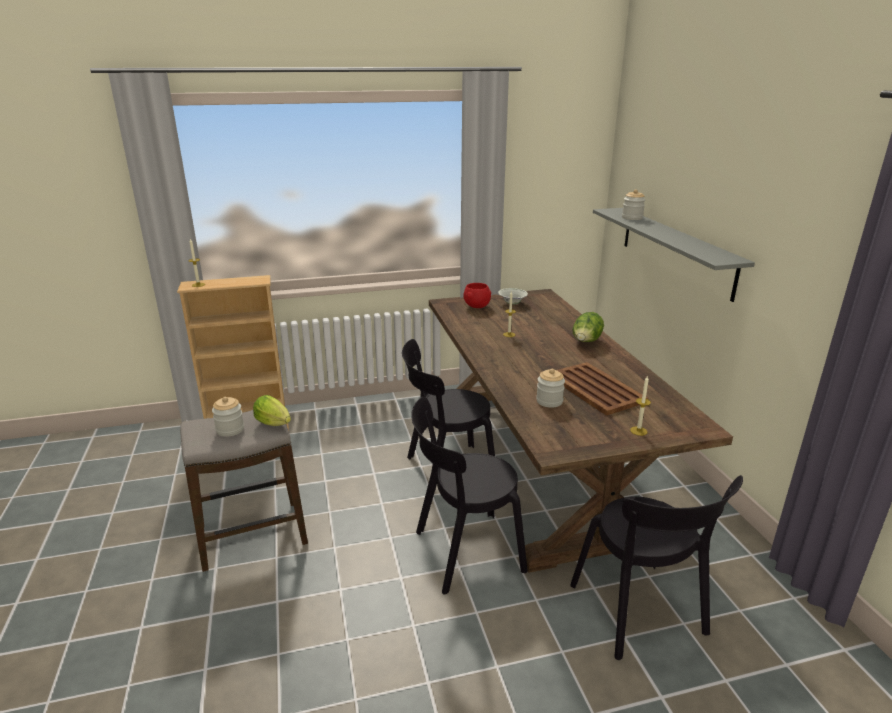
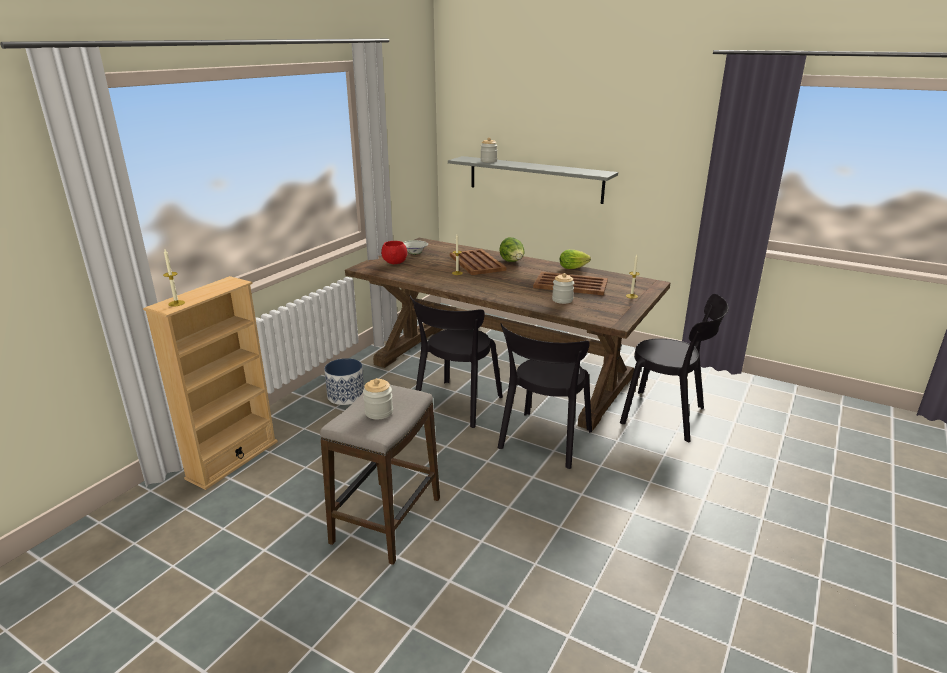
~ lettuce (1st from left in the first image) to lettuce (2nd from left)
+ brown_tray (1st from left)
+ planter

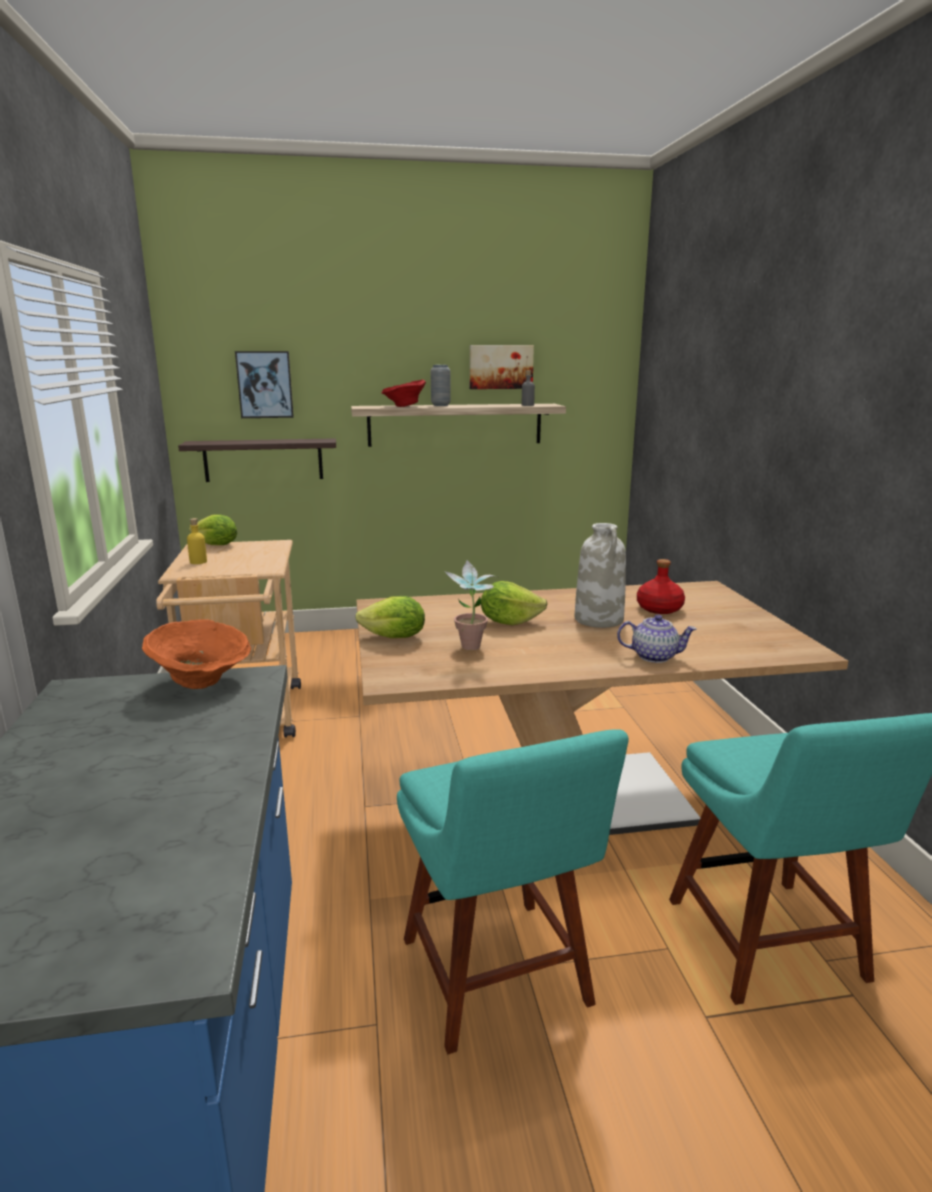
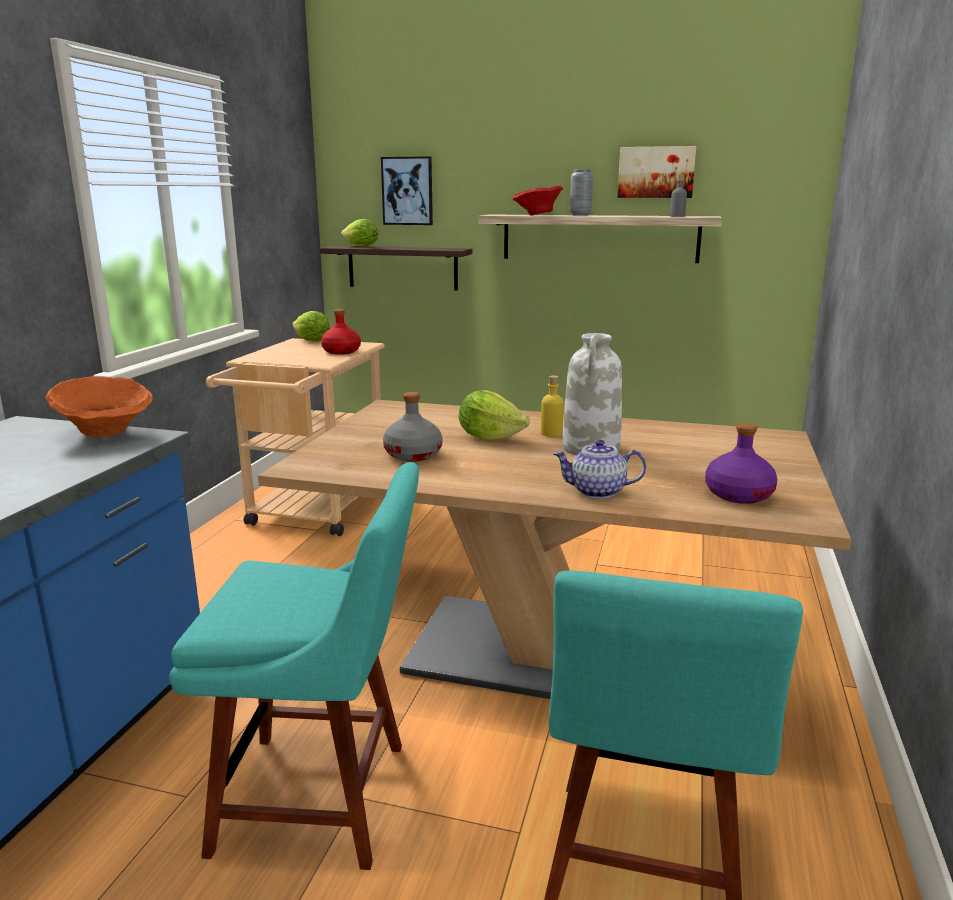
~ yellow_bottle
~ red_bottle
~ potted_plant to grey_bottle (1st from left)
~ lettuce (2nd from left)
~ teapot 150 degrees clockwise
~ turquoise_chair (1st from left) 90 degrees counterclockwise
+ purple_bottle

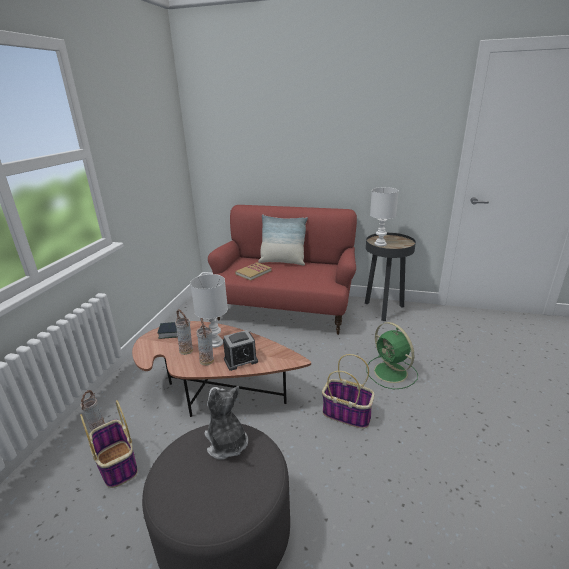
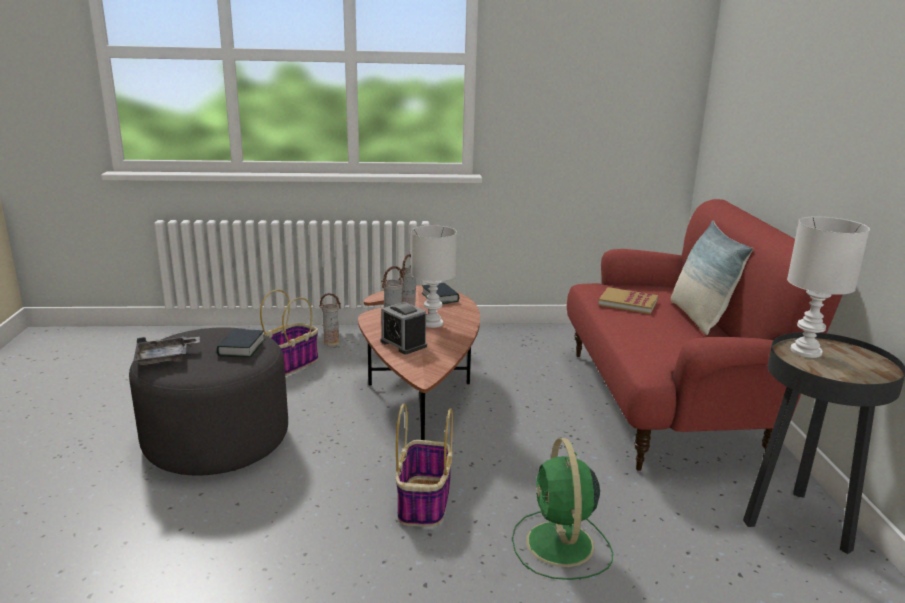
~ green_fan 45 degrees counterclockwise
~ plush_toy to book (1st from left)
+ grey_tray

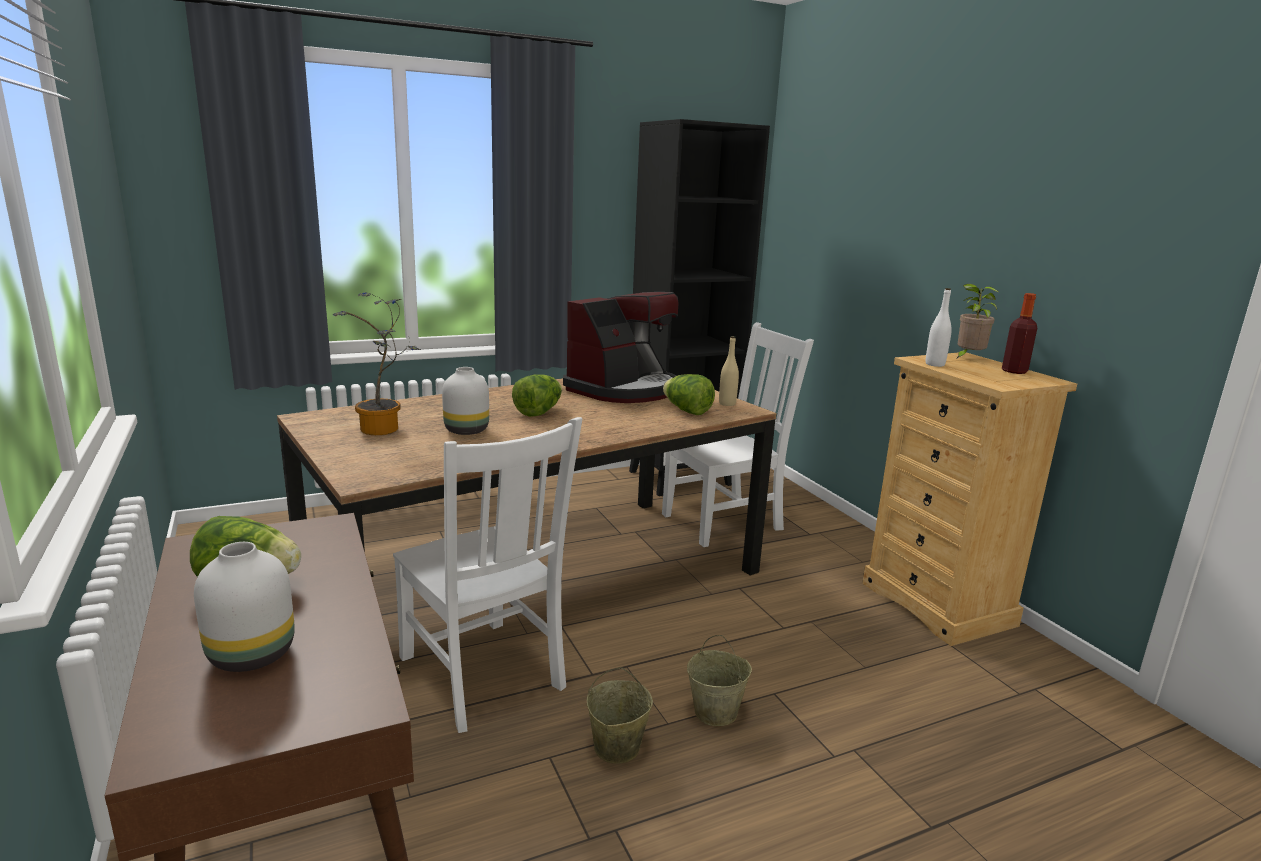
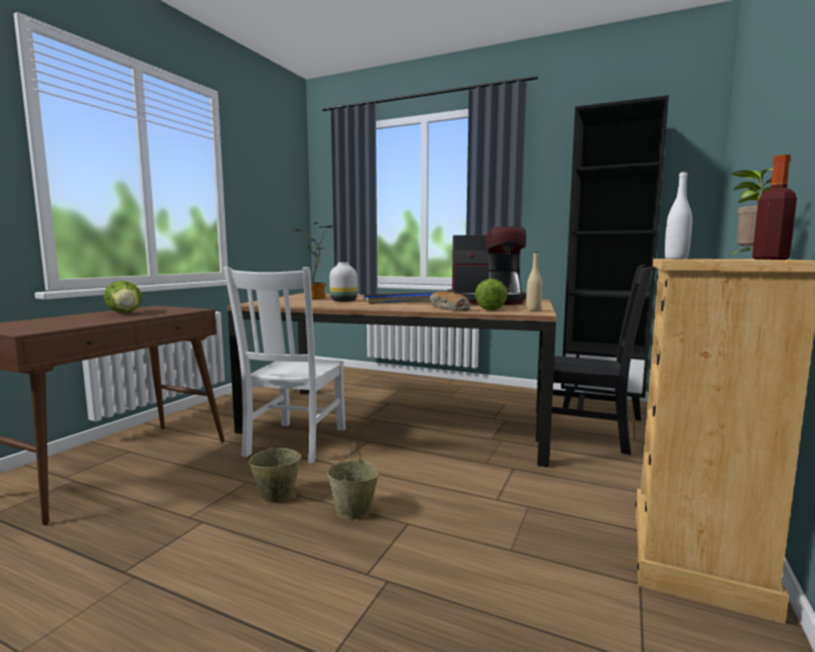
~ white_chair (2nd from left) to black_chair
~ lettuce (2nd from left) to blue_tray
- white_vase (1st from left)
+ bread

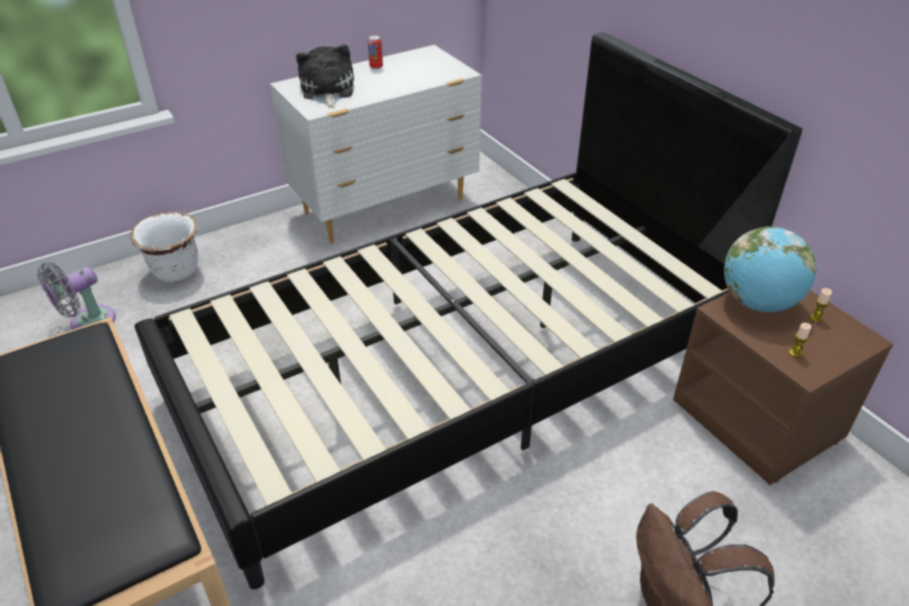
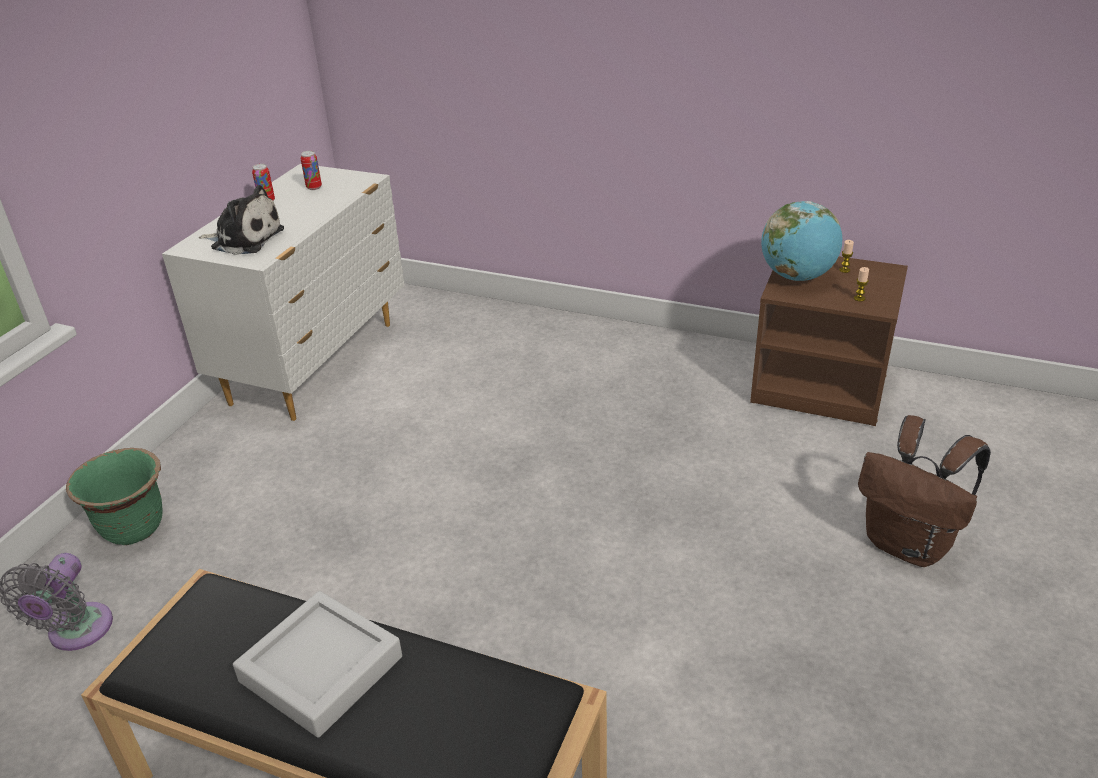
- black_bed
~ plush_toy 150 degrees clockwise
~ white_planter to green_planter
+ can (2nd from left)
+ grey_tray

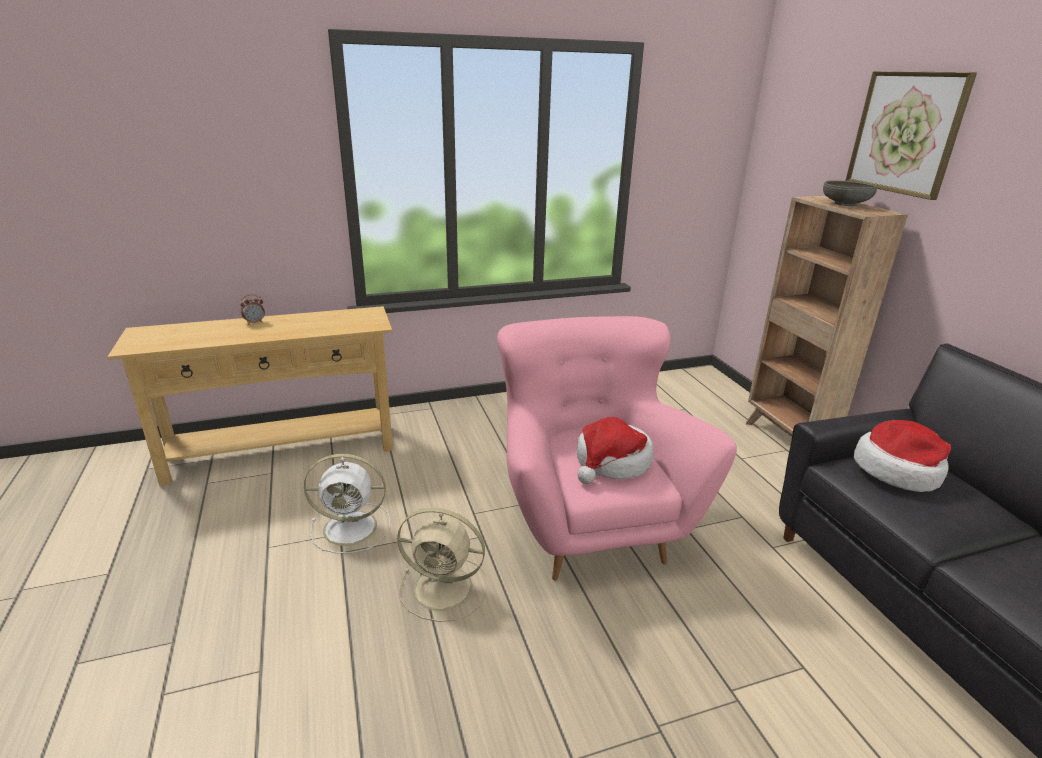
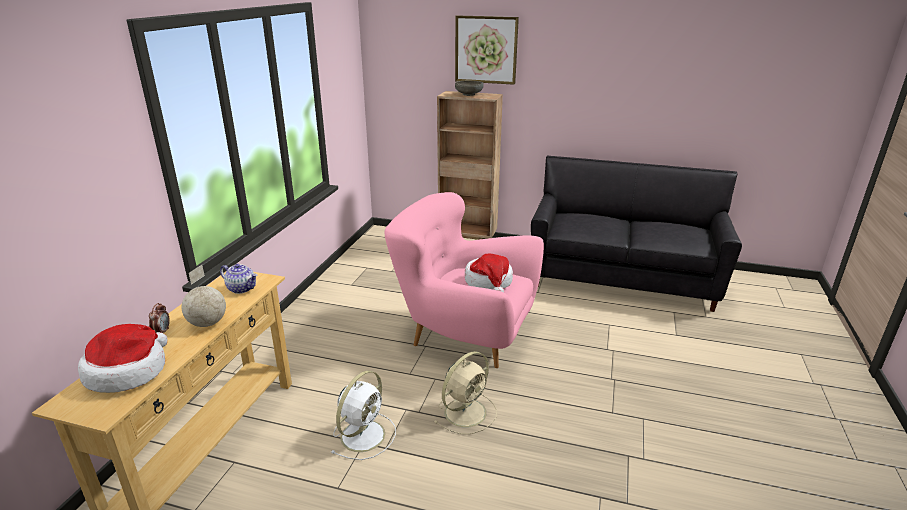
~ hat (2nd from left in the first image) to hat (1st from left)
+ teapot
+ globe

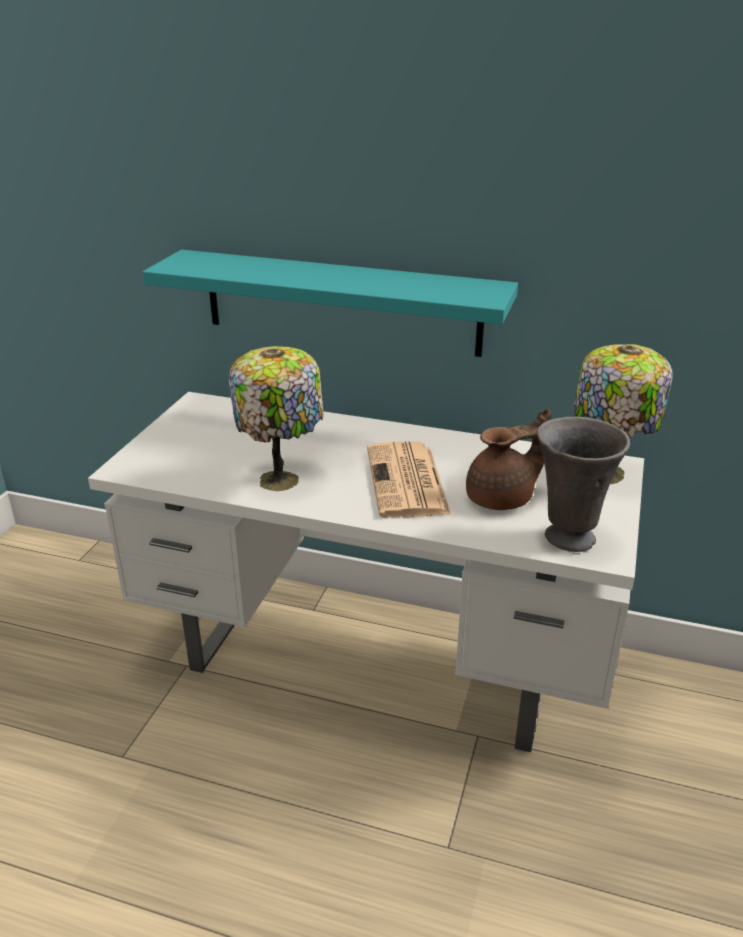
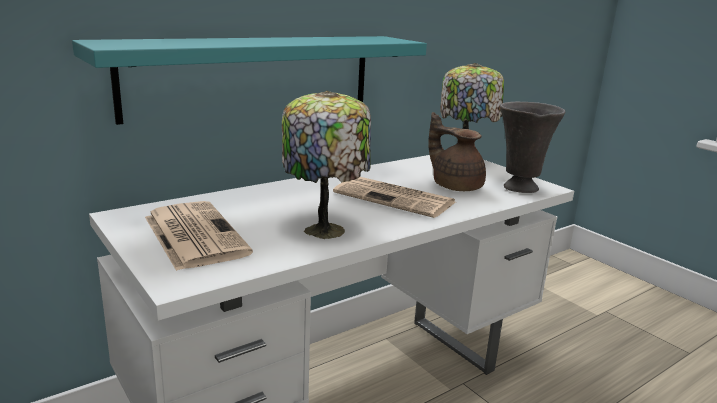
~ brown_teapot 60 degrees counterclockwise
+ newspaper (1st from left)

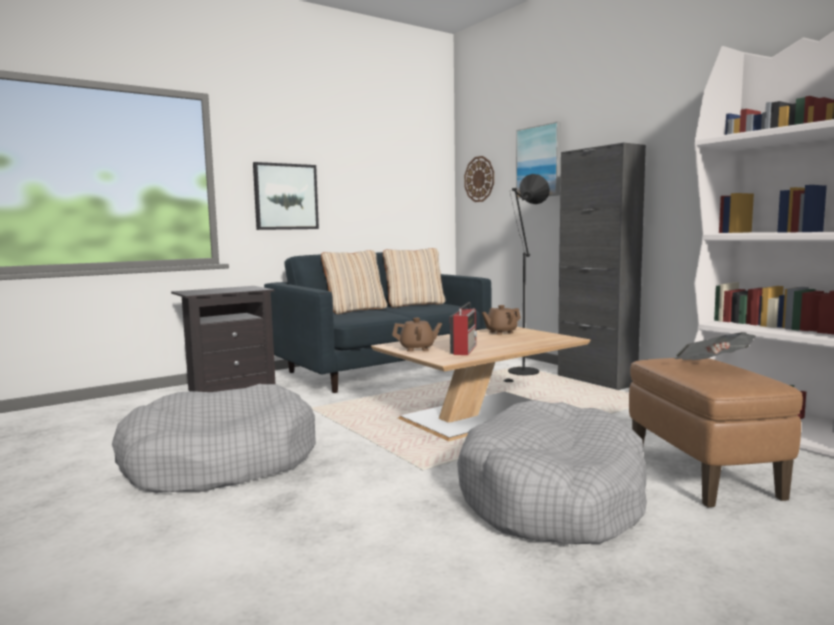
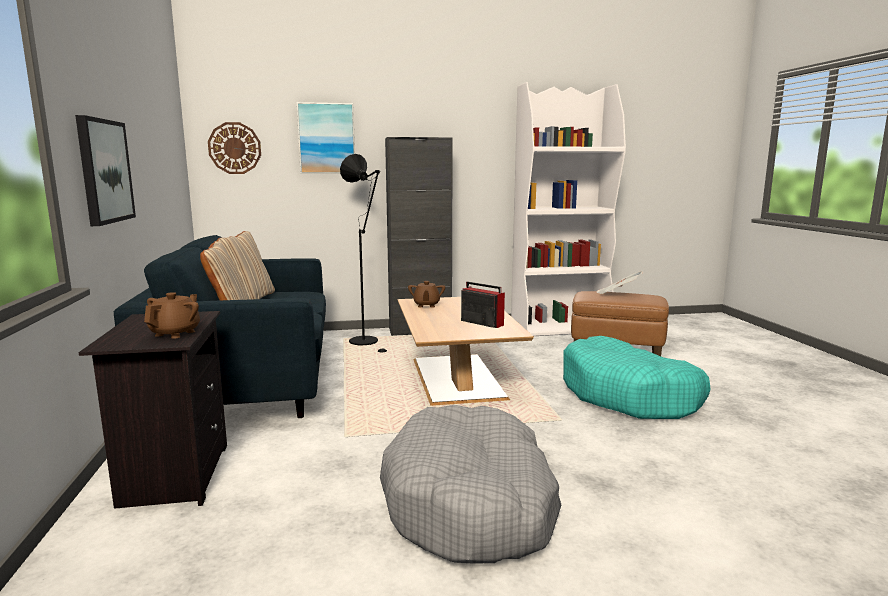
~ brown_teapot (1st from left)
~ grey_dog_bed (2nd from left) to turquoise_dog_bed

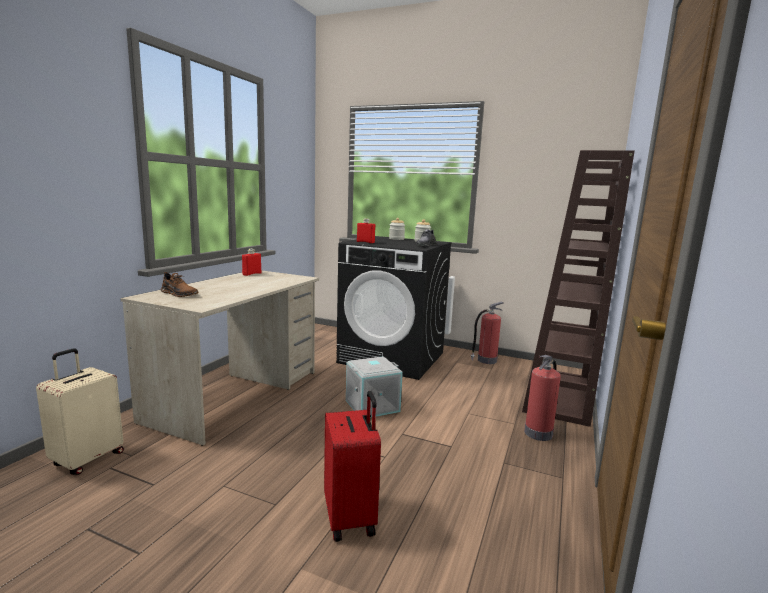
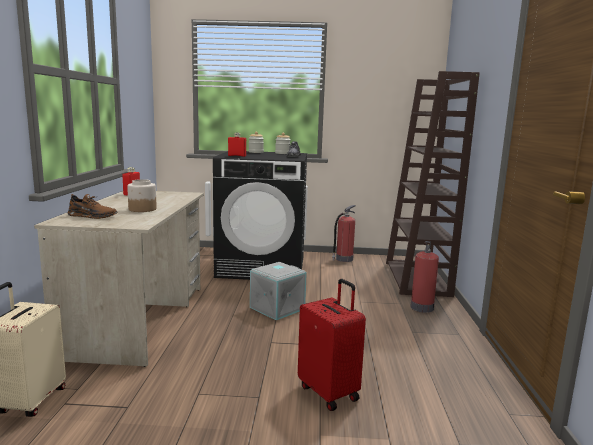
+ jar (1st from left)

